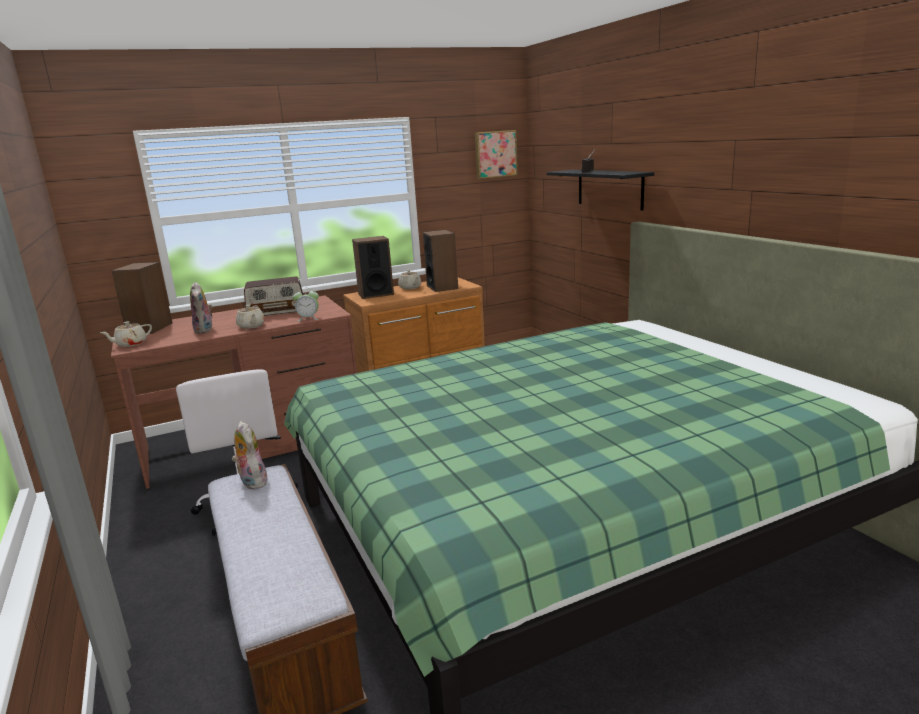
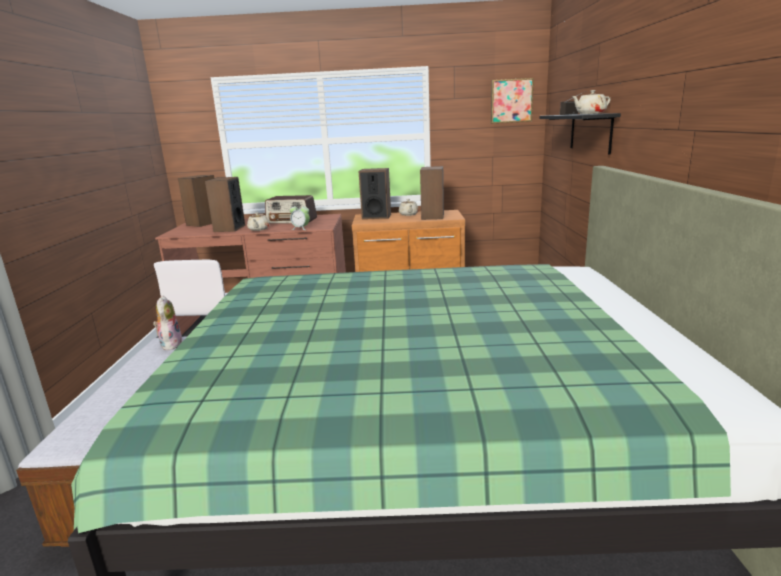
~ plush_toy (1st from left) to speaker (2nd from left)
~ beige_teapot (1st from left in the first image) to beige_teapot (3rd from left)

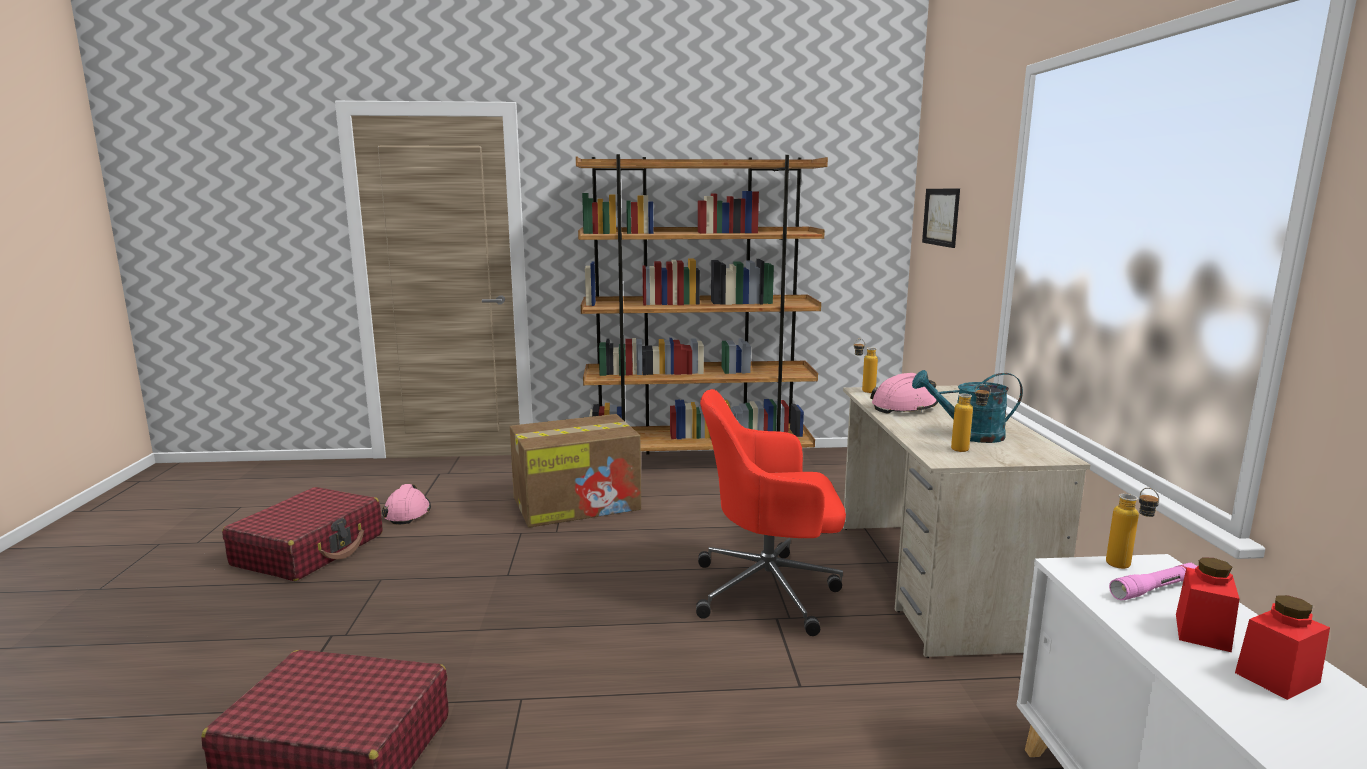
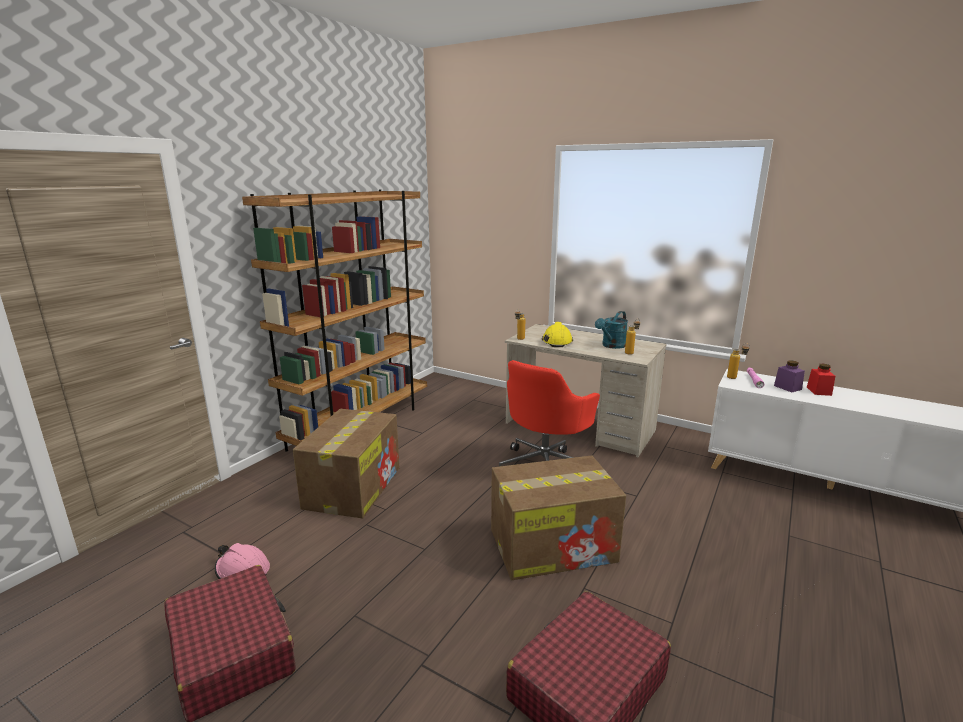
- picture
~ pink_hard_hat (2nd from left) to yellow_hard_hat
~ red_jar (1st from left) to purple_jar
+ cardboard_box (2nd from left)

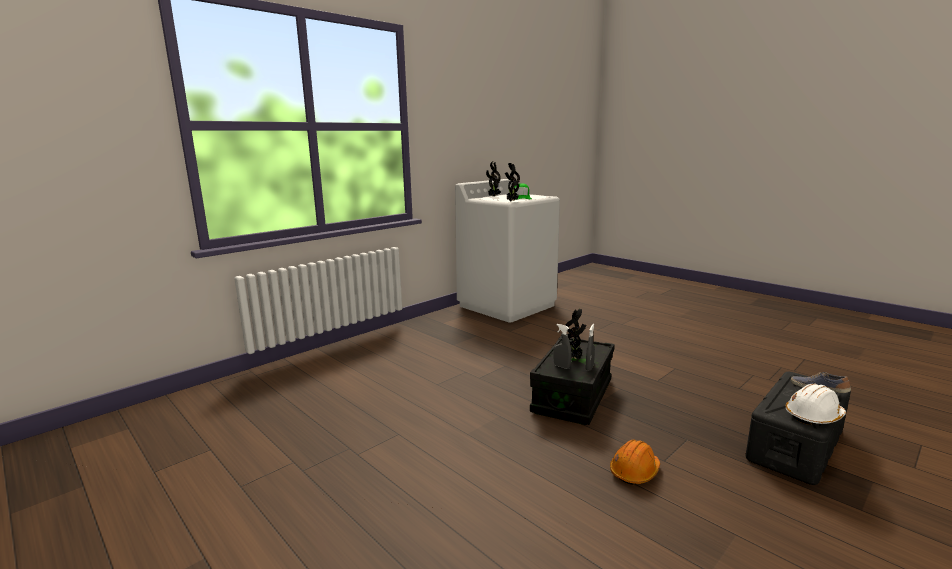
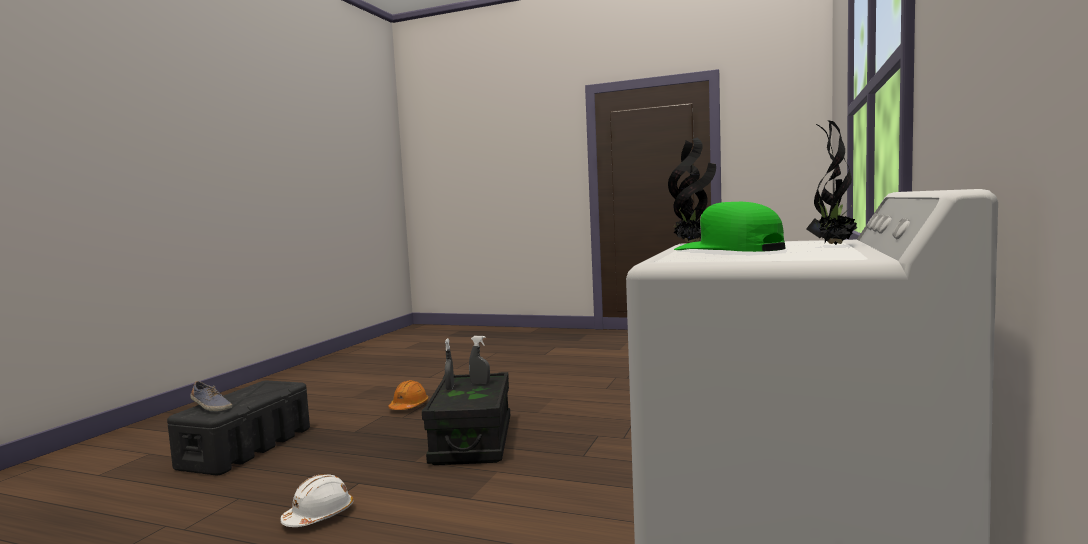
- potted_plant (3rd from left)
~ white_hard_hat

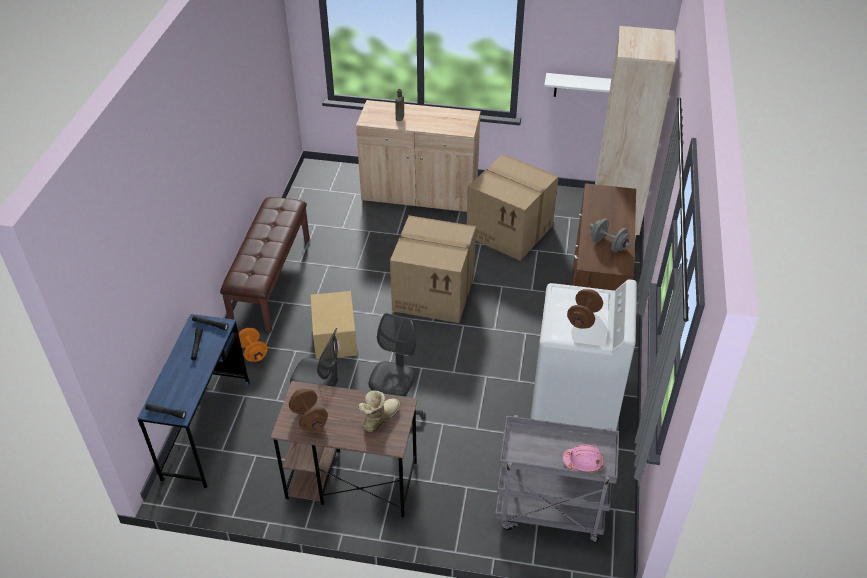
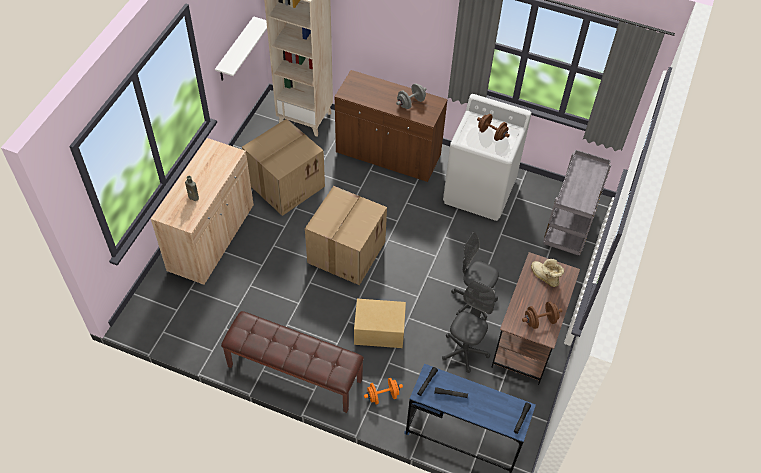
- pink_hard_hat

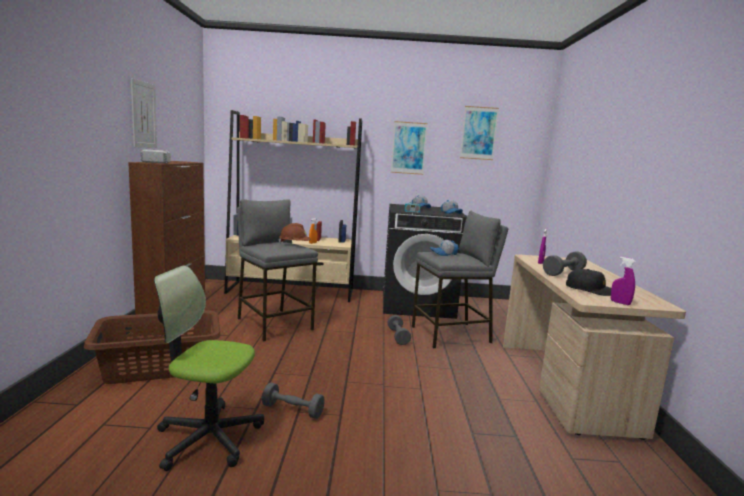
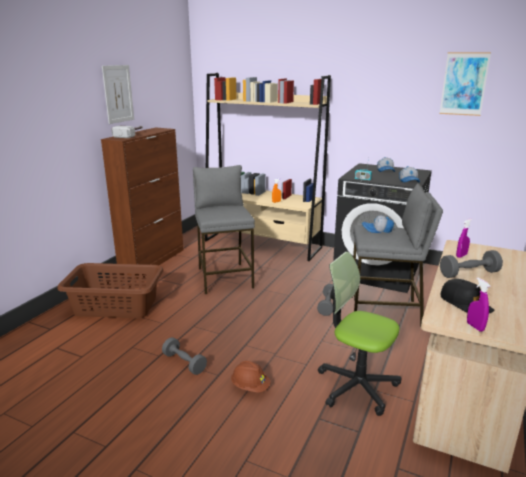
- picture (2nd from left)
~ brown_hard_hat
~ office_chair

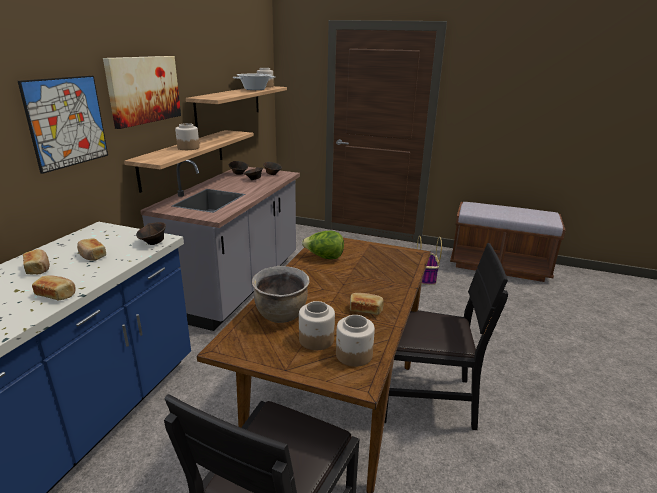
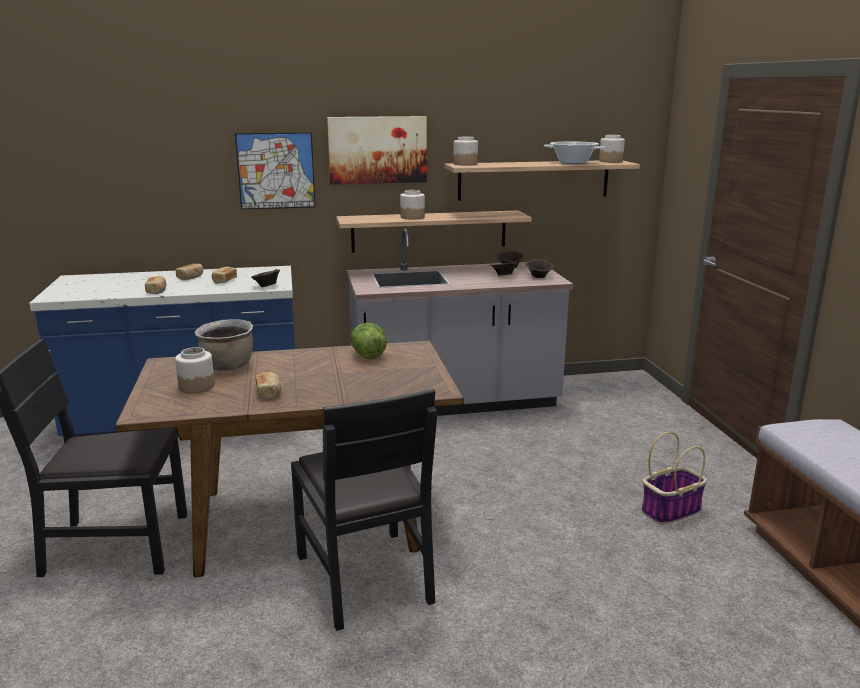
~ jar (4th from left in the first image) to jar (3rd from left)

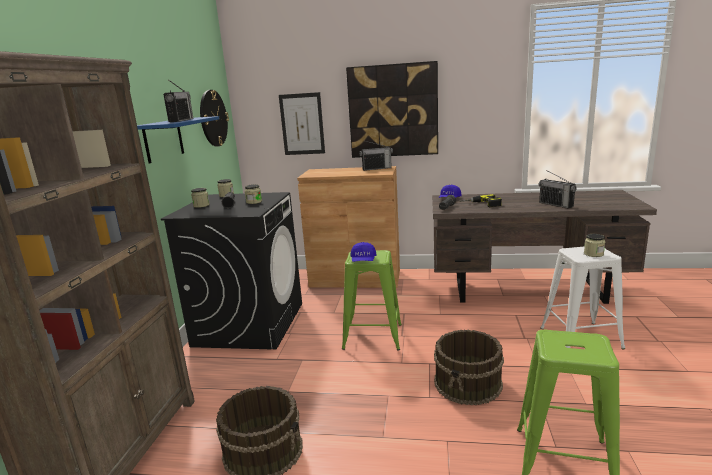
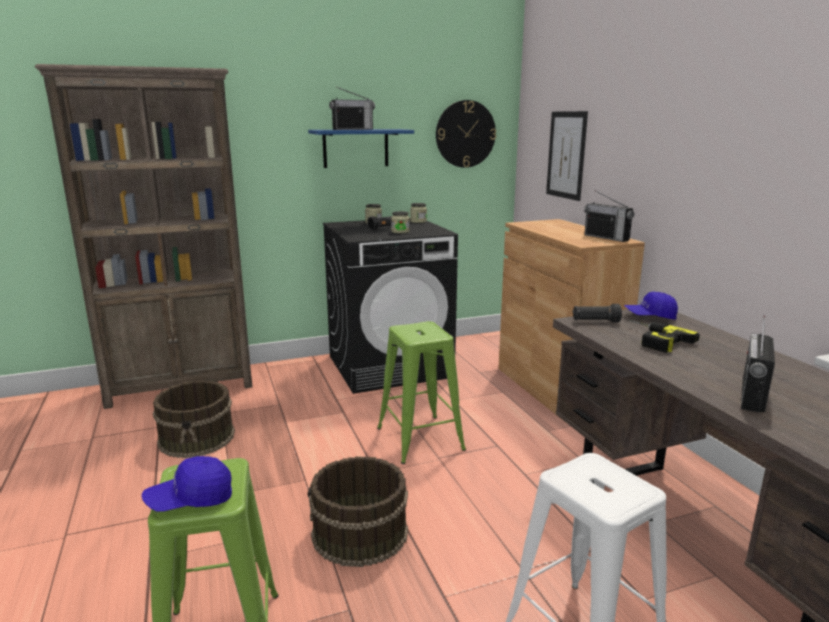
- picture (2nd from left)
- jar (4th from left)
~ blue_cap (1st from left)

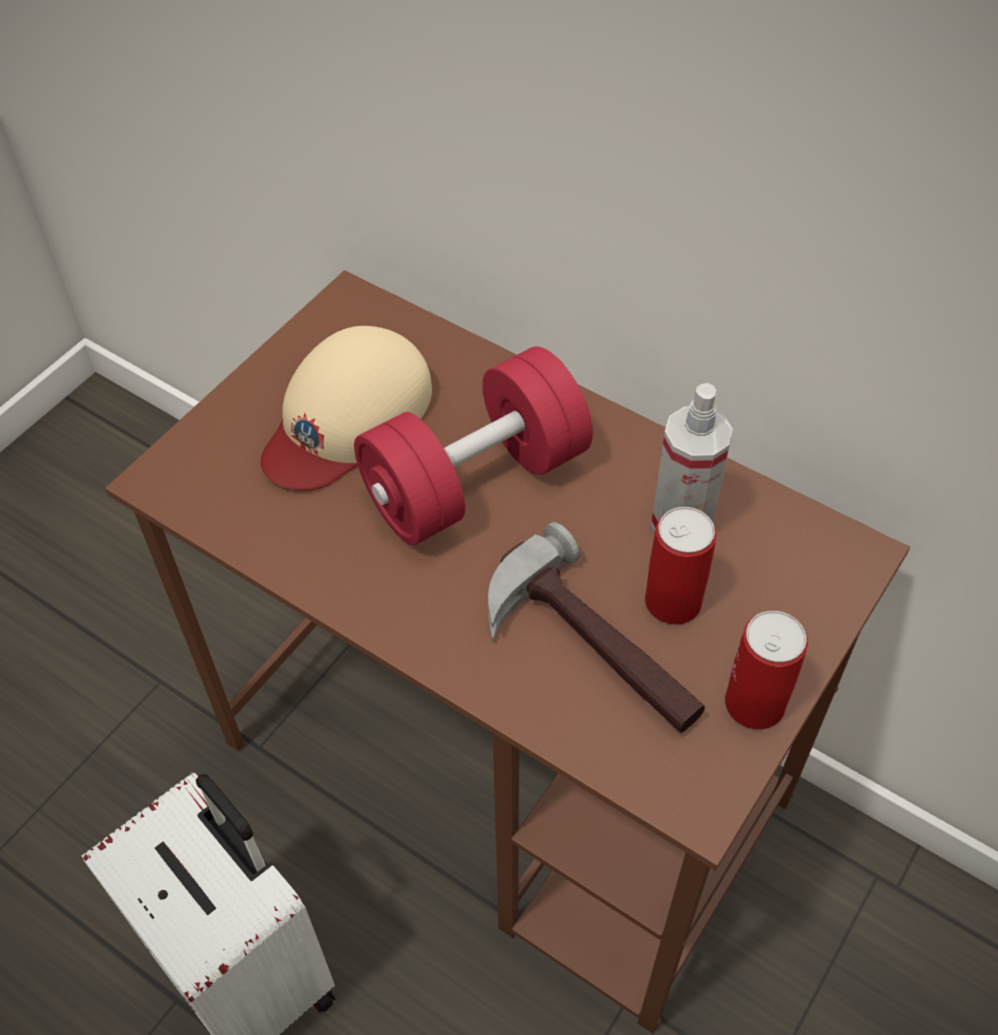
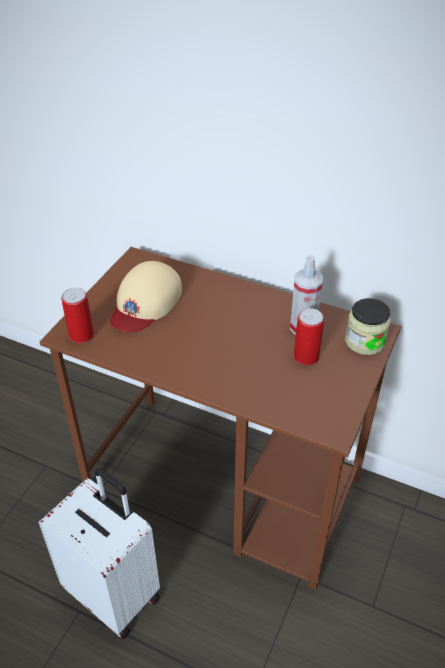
- red_dumbbell
- hammer
~ can (2nd from left in the first image) to can (1st from left)
+ jar

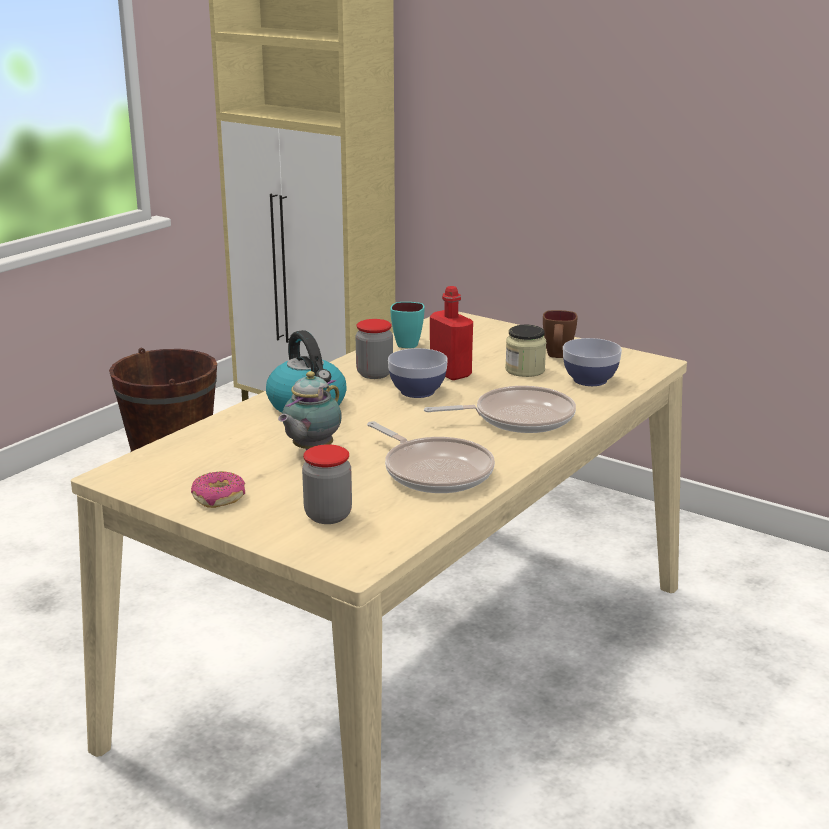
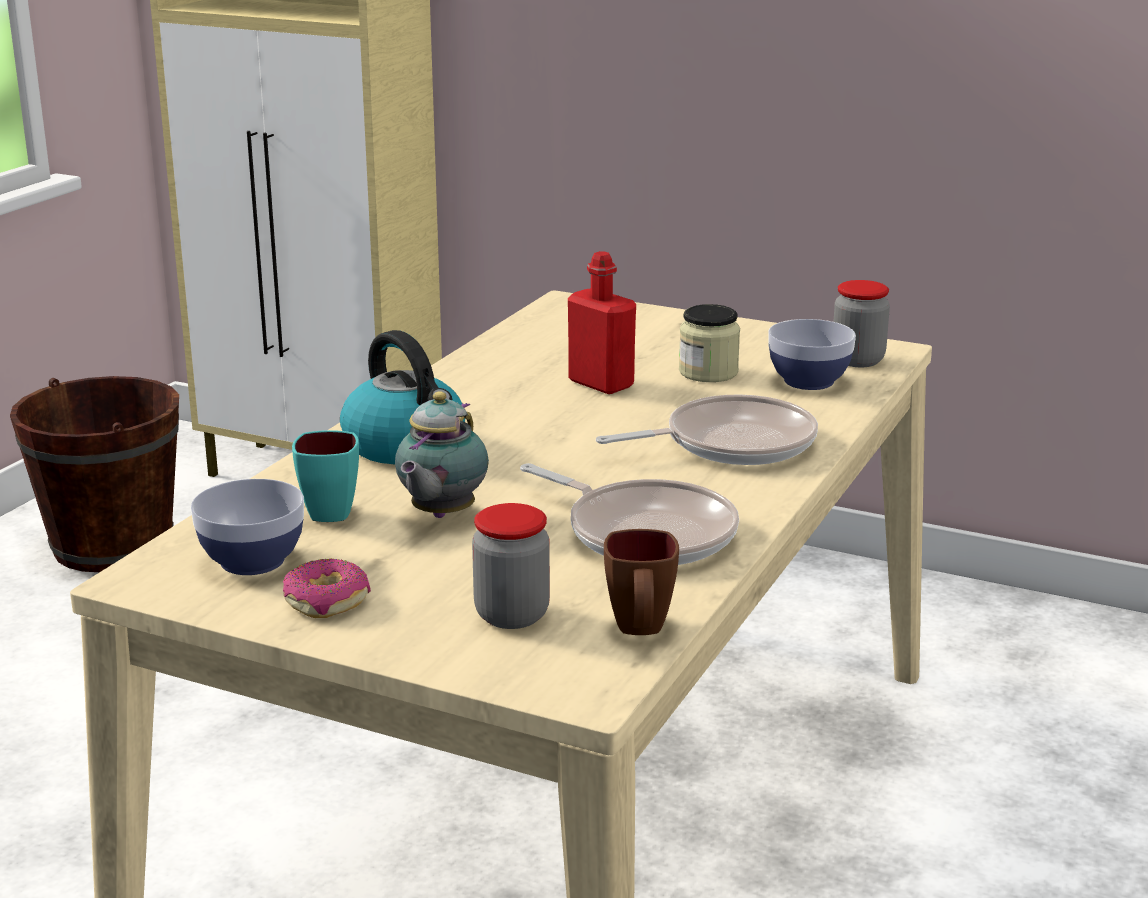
~ turquoise_mug
~ brown_mug
~ jar (2nd from left in the first image) to jar (3rd from left)
~ bowl (1st from left)

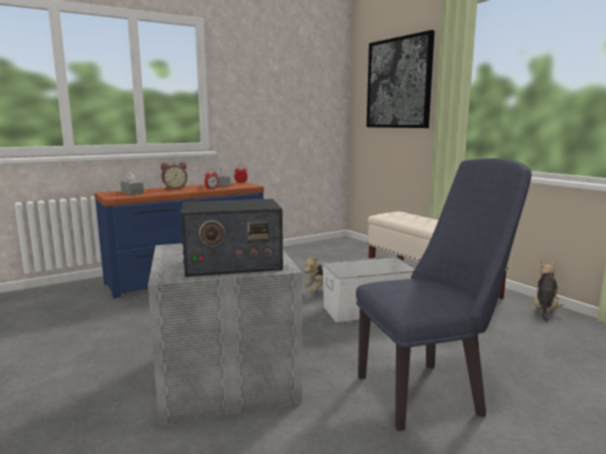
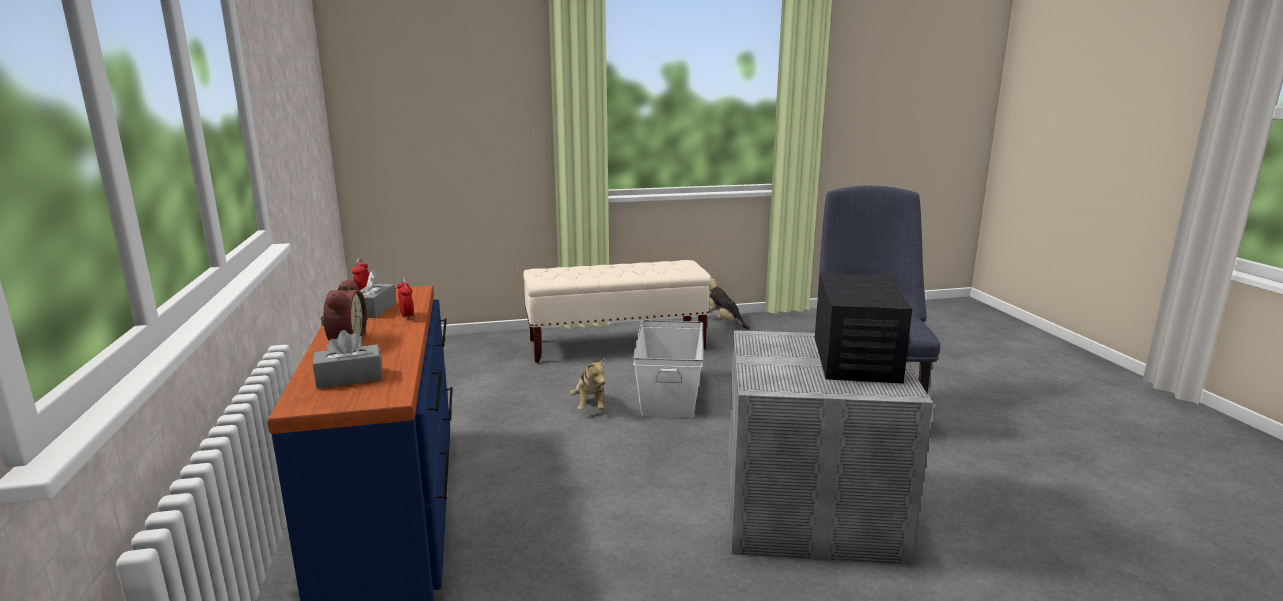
- picture

